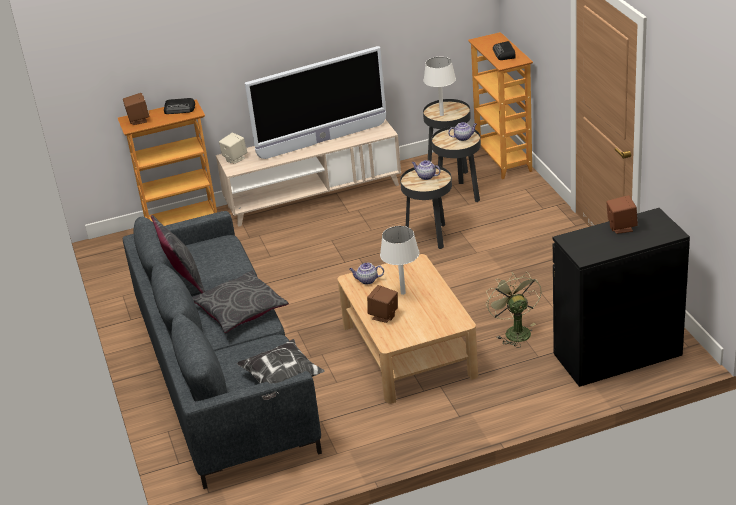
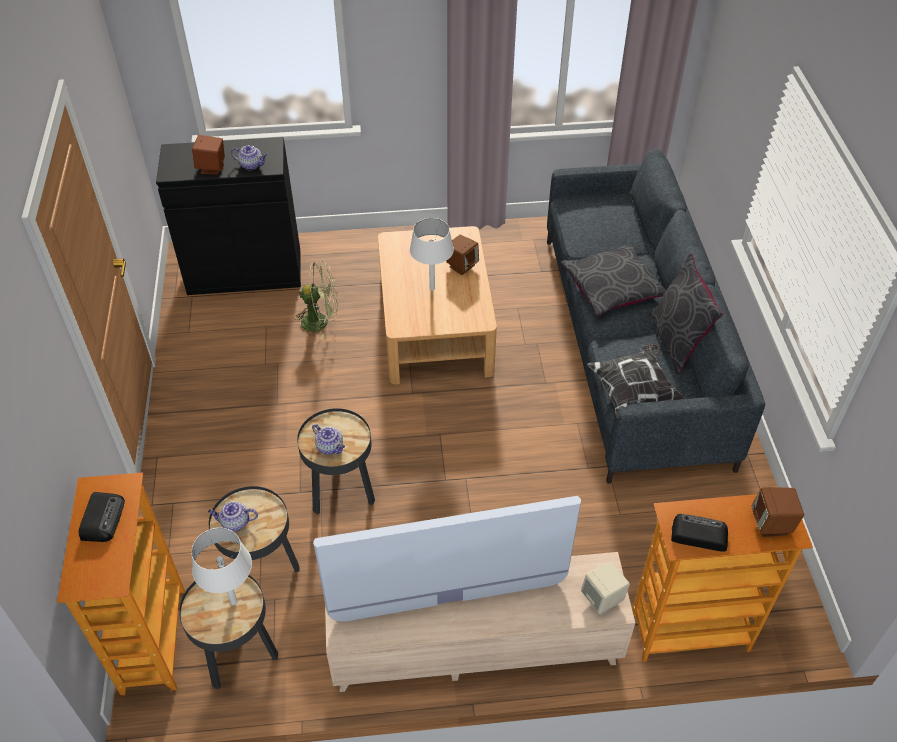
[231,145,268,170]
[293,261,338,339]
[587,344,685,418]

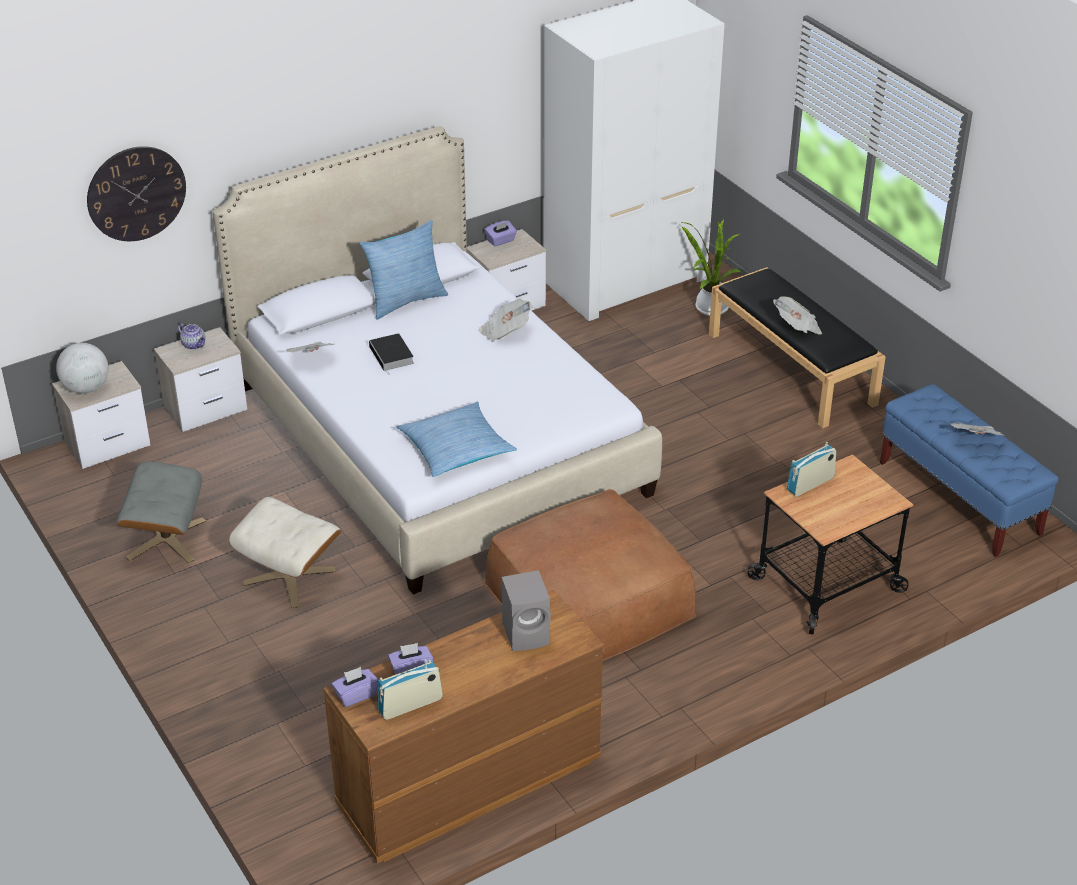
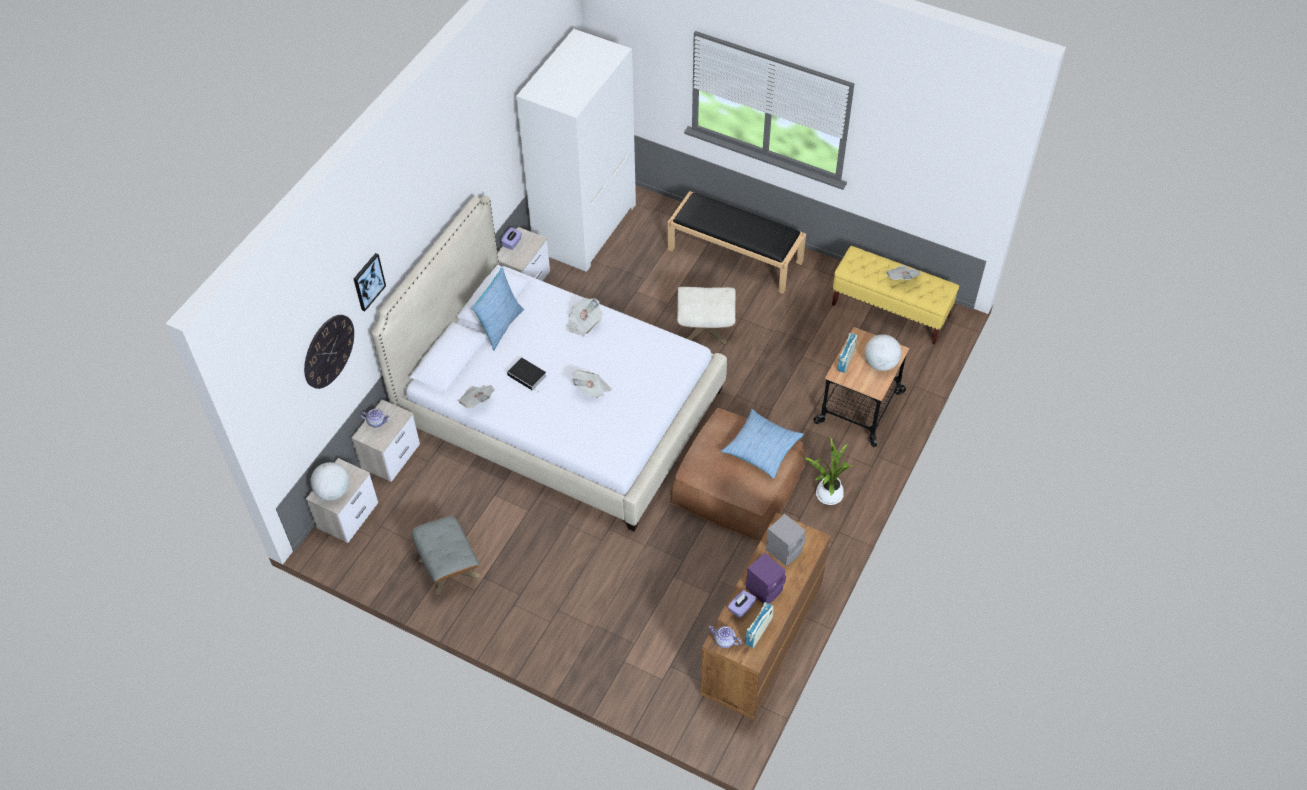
[354,253,386,311]
[571,370,612,398]
[677,287,736,345]
[709,626,742,648]
[721,409,804,479]
[746,553,786,604]
[804,436,854,505]
[832,246,959,344]
[865,334,902,371]

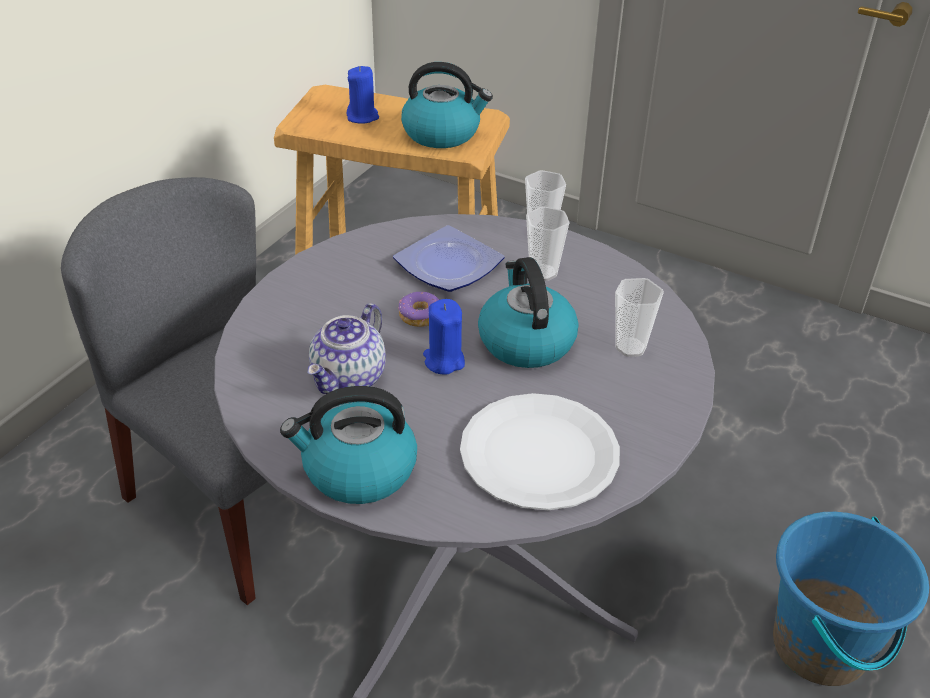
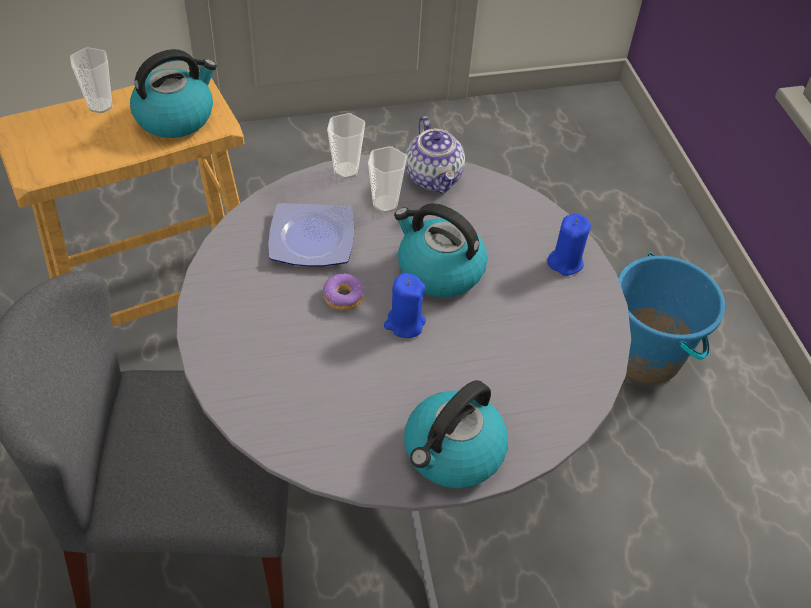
[70,47,113,113]
[405,116,465,194]
[547,213,591,276]
[460,393,620,510] (first image)

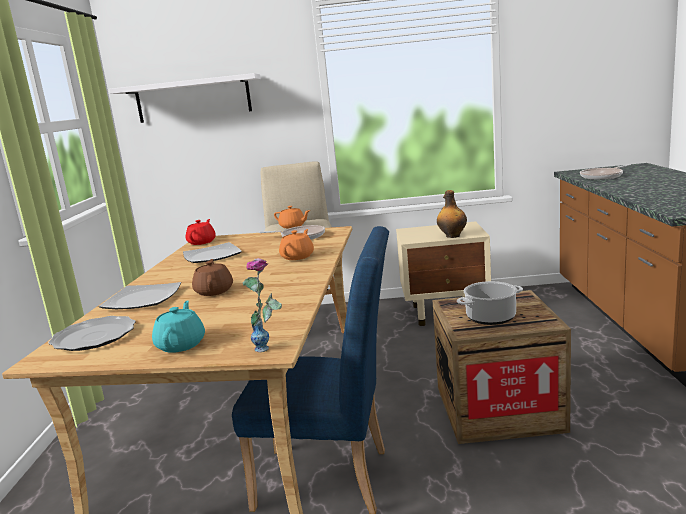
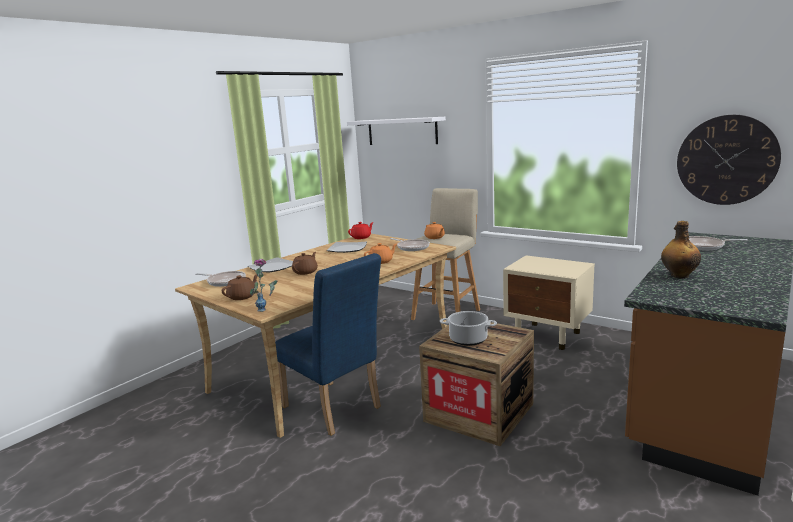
[195,271,246,287]
[222,274,257,300]
[661,221,701,278]
[677,115,781,205]

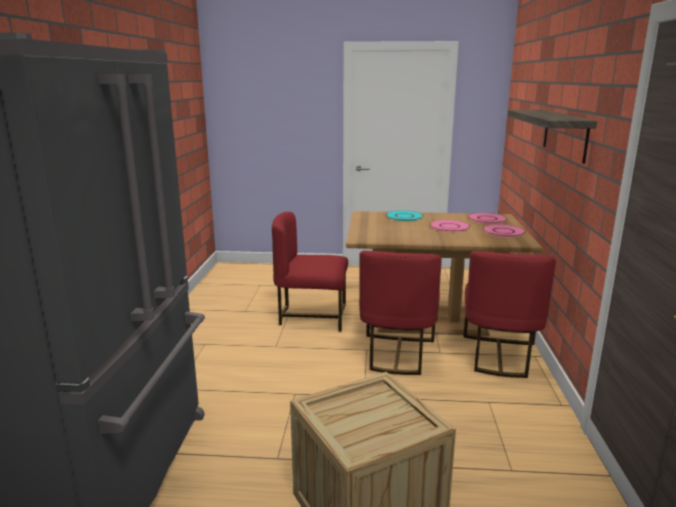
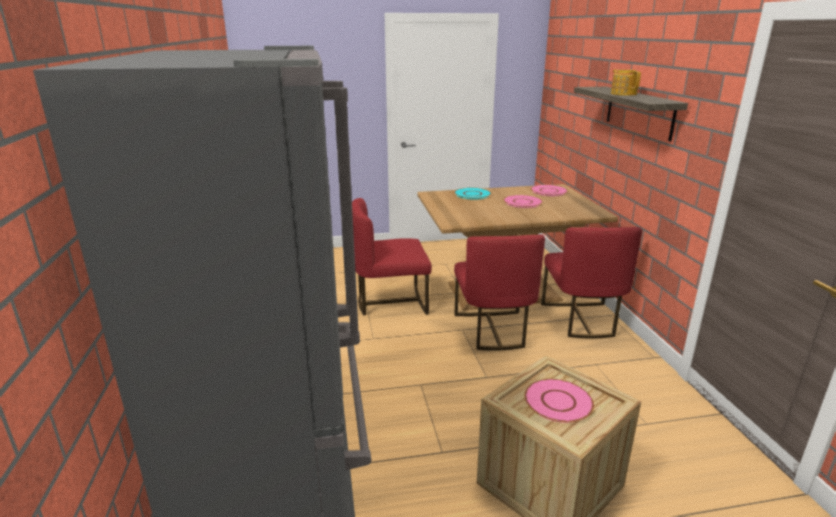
[524,379,594,423]
[611,69,641,96]

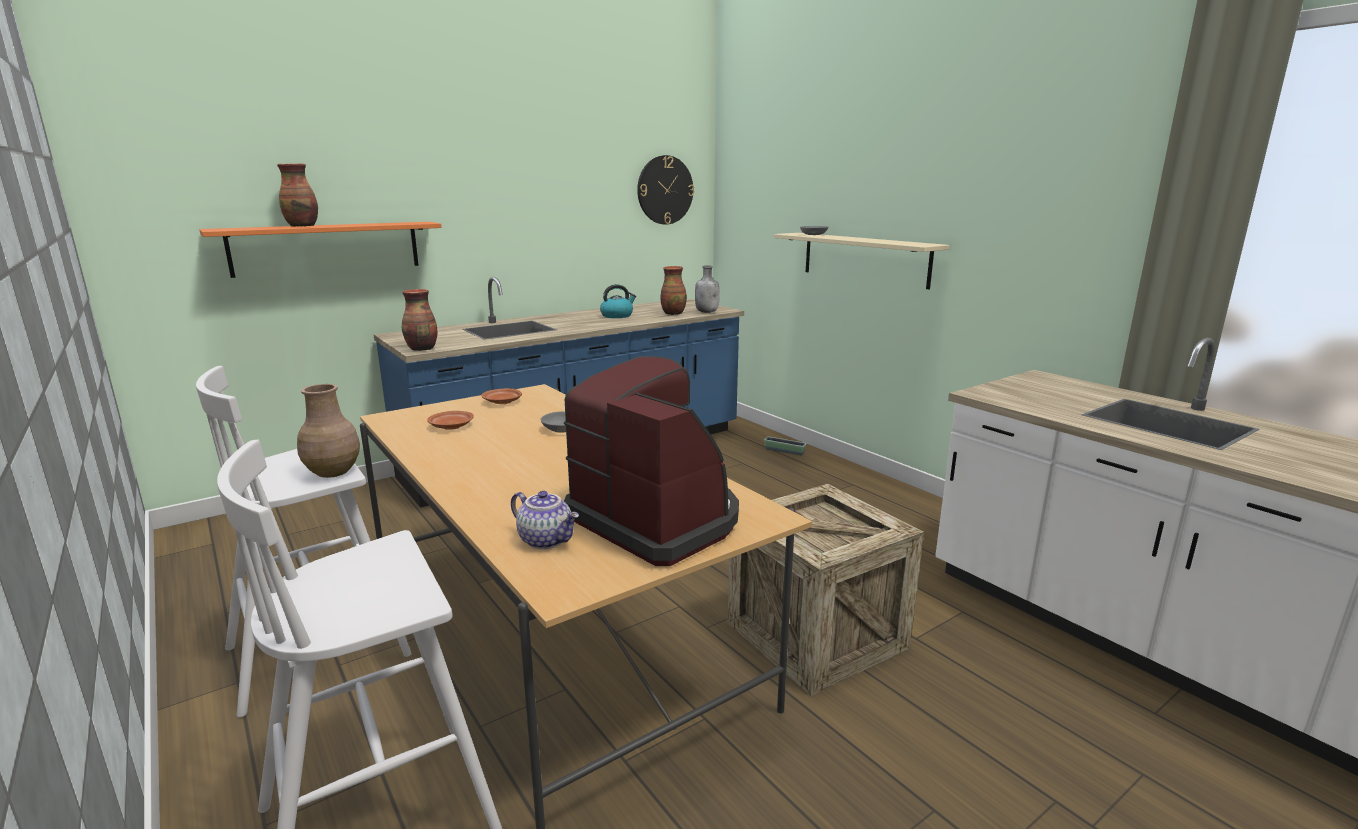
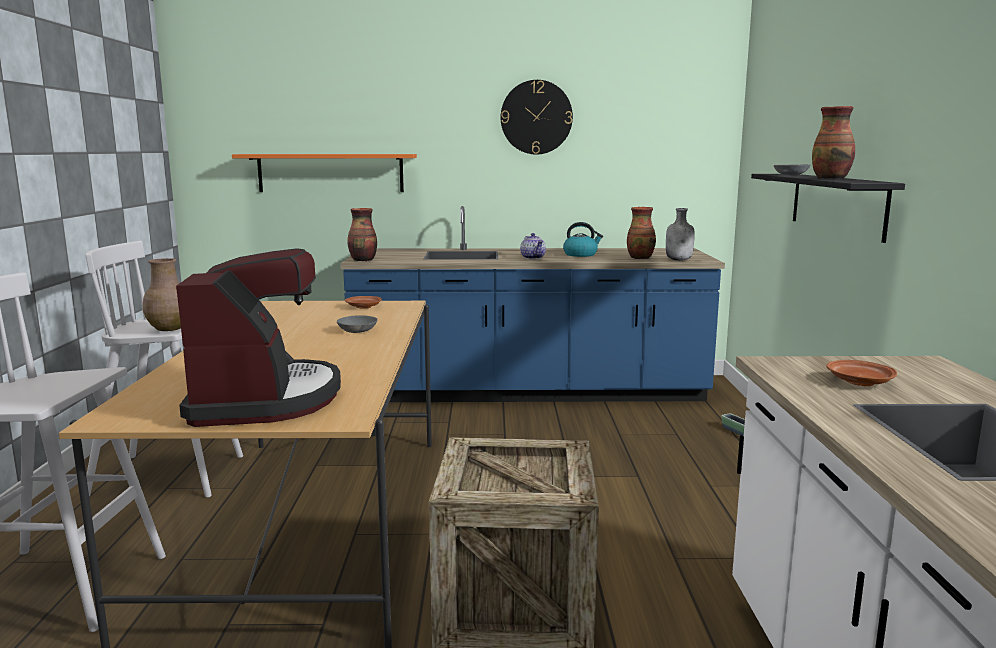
[501,80,573,155]
[520,233,546,259]
[751,174,905,243]
[812,106,855,179]
[827,360,897,386]

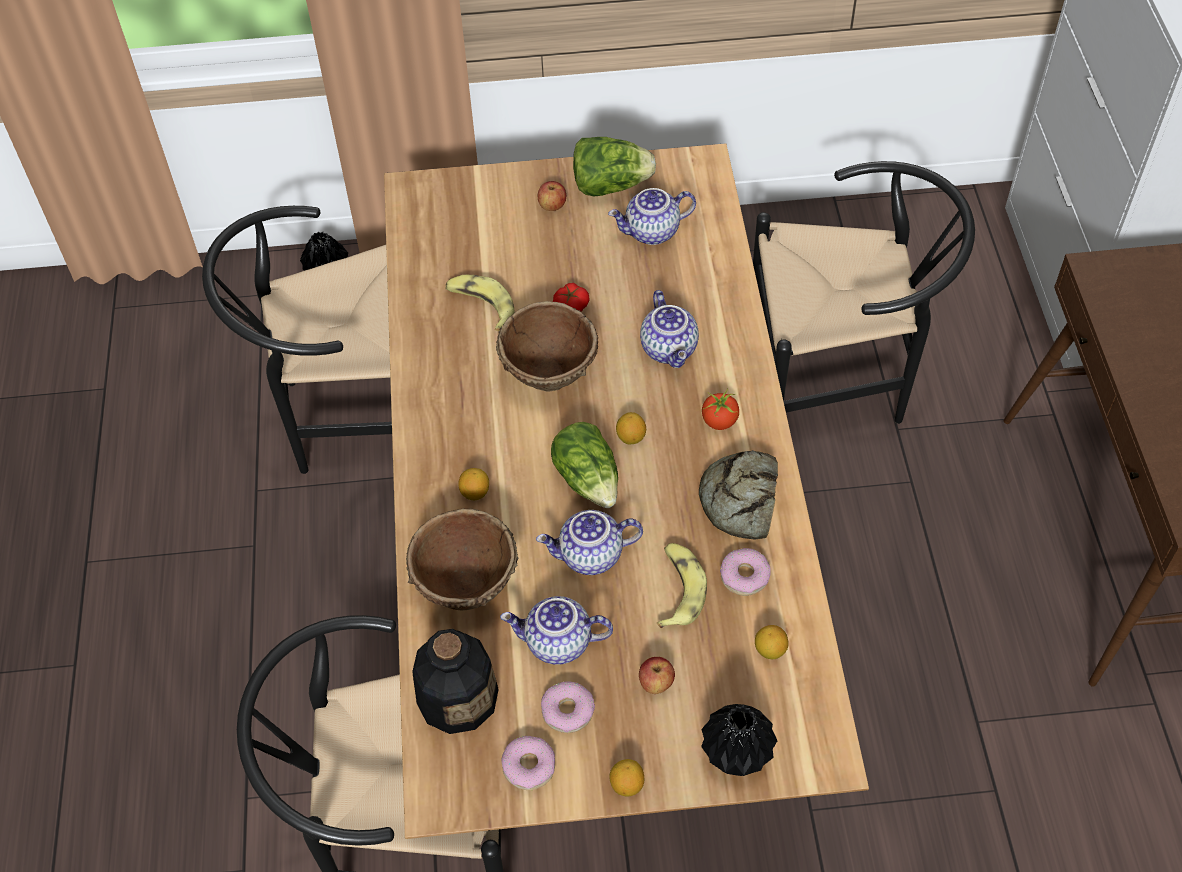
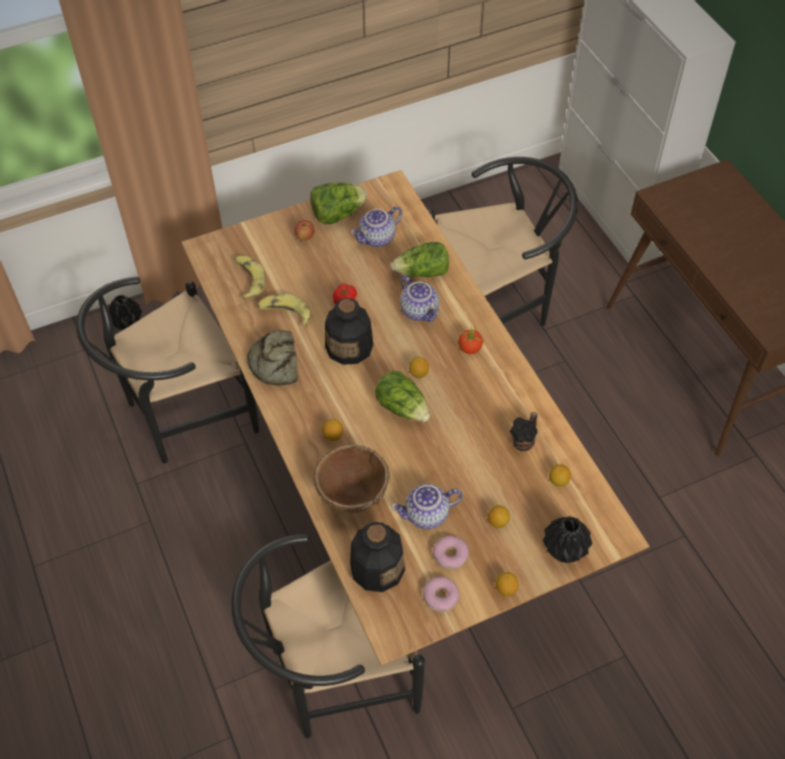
[235,256,266,300]
[247,330,298,385]
[325,298,373,365]
[390,242,449,277]
[488,505,510,528]
[510,412,538,451]
[536,510,643,575] (first image)

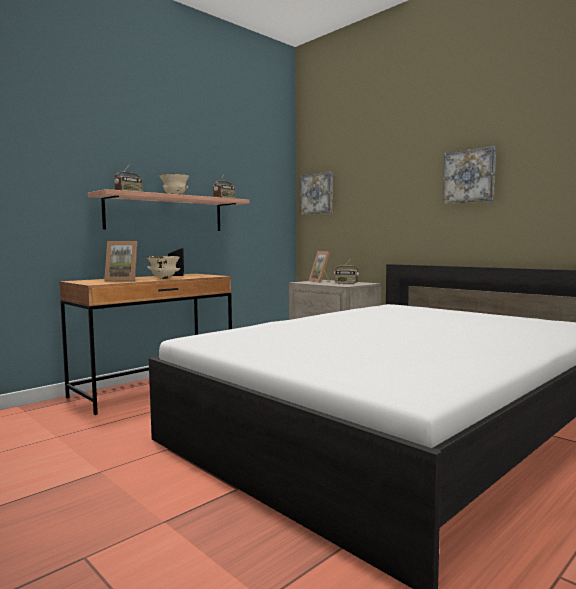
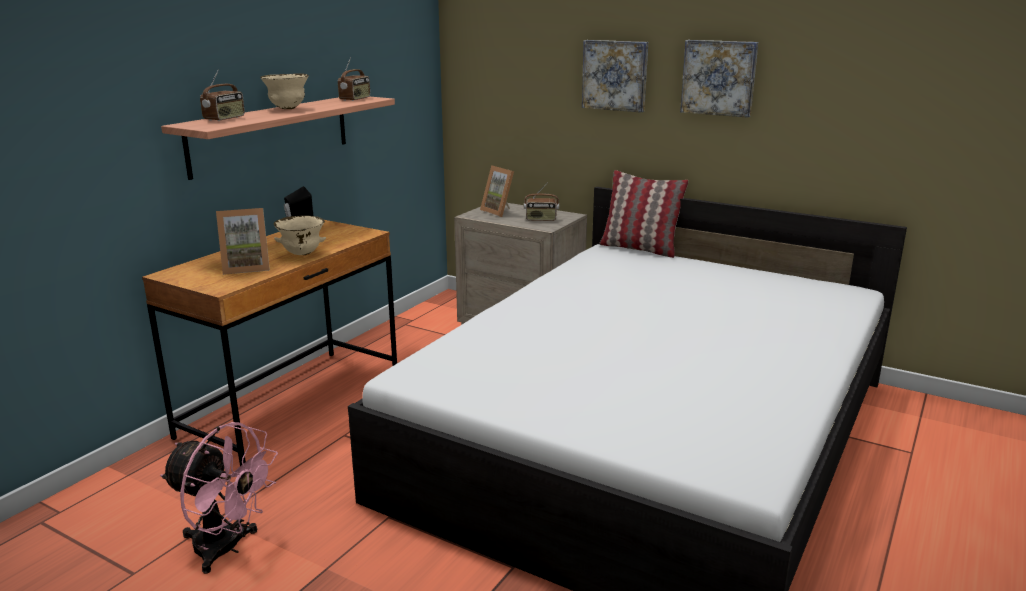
[160,422,278,574]
[582,40,648,113]
[599,170,688,258]

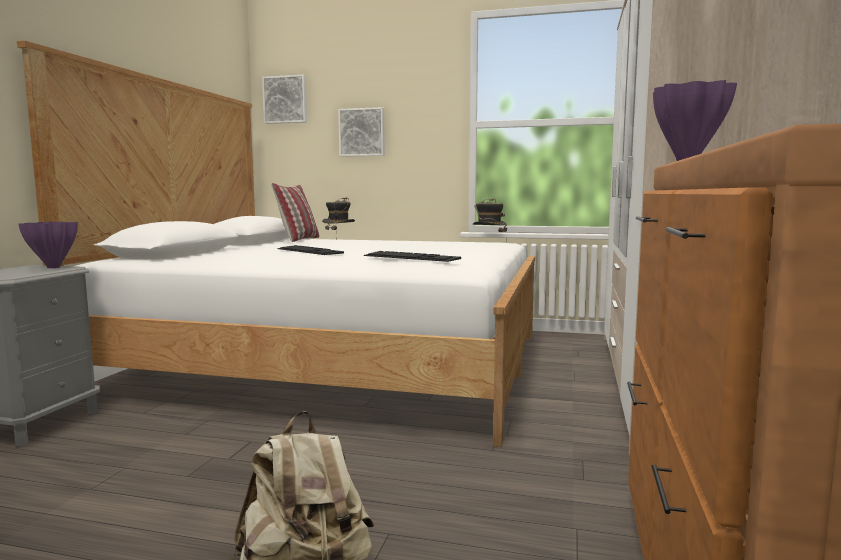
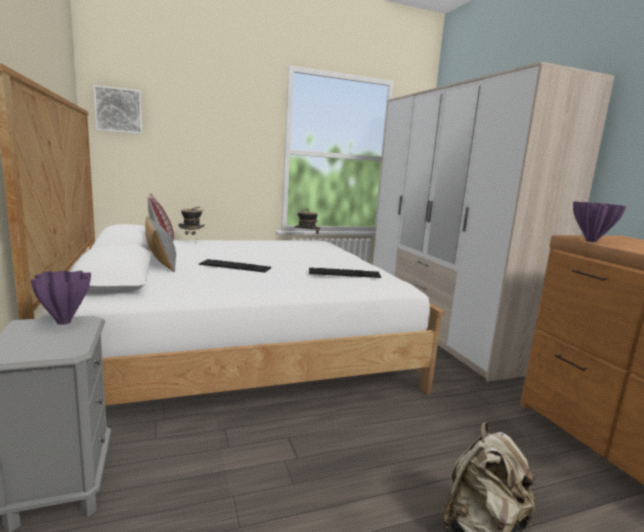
[145,216,176,272]
[338,107,385,157] (first image)

